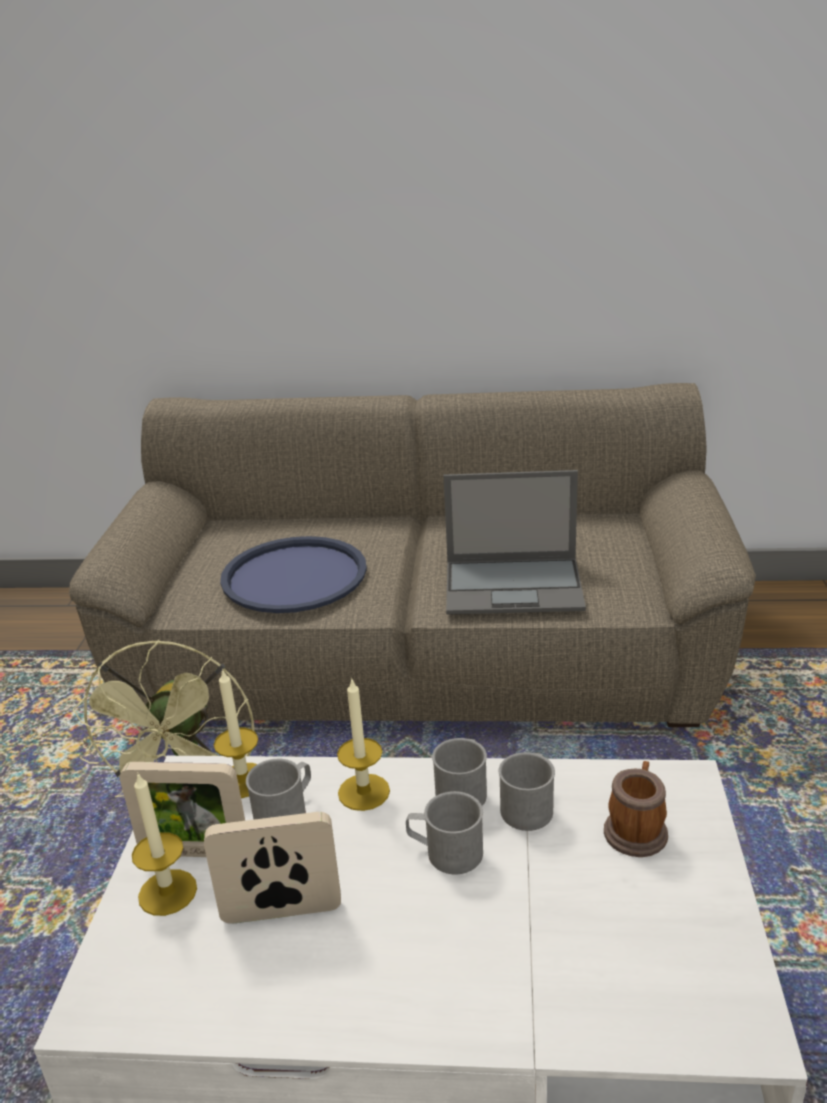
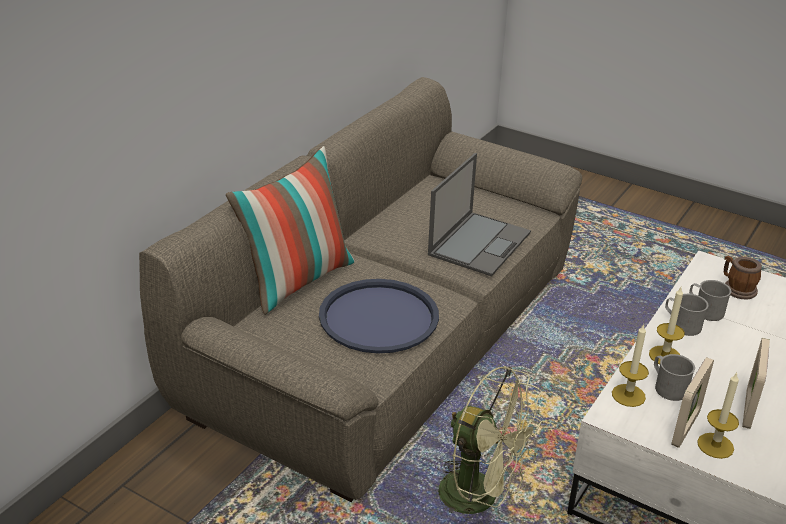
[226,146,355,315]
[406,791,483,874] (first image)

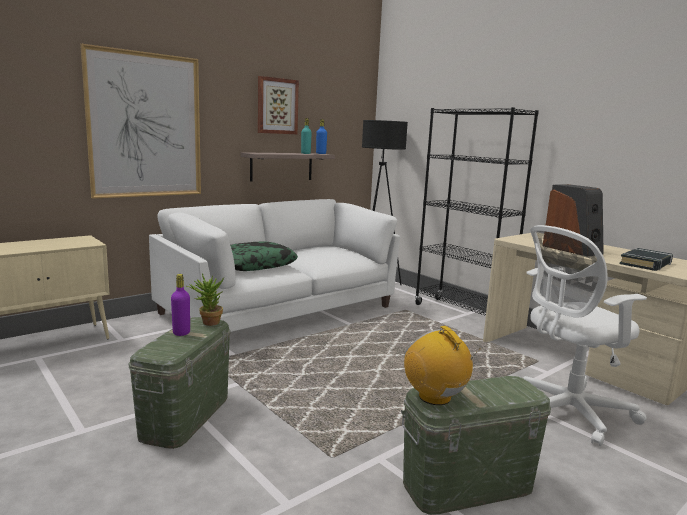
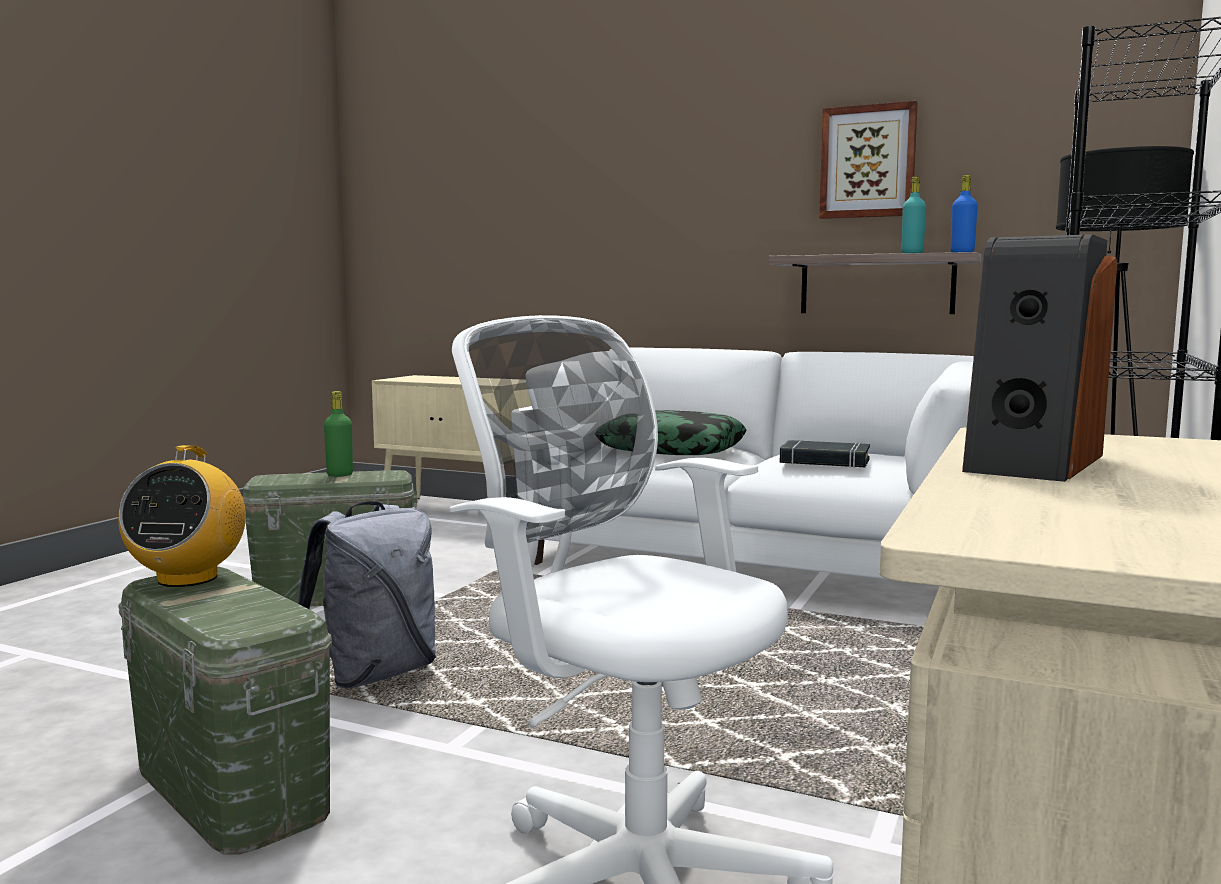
[118,445,246,587]
[298,501,436,688]
[324,391,353,477]
[780,440,870,468]
[80,44,201,199] (first image)
[187,274,224,326] (first image)

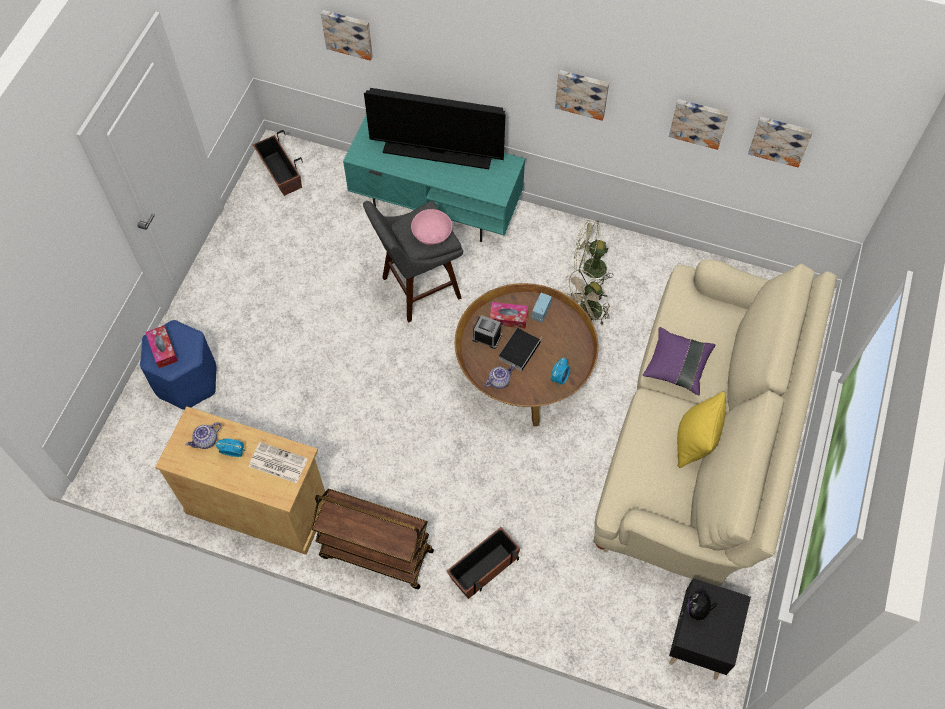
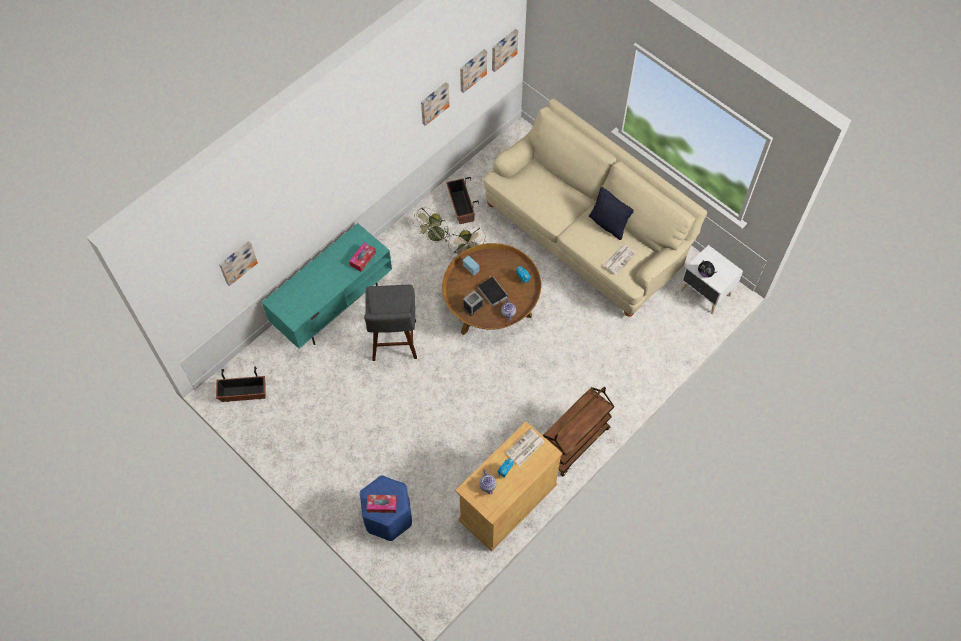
[349,243,376,271]
[446,177,479,224]
[492,29,518,72]
[589,187,634,240]
[603,245,636,275]
[681,245,743,314]
[364,88,505,169] (first image)
[411,209,452,245] (first image)
[642,327,715,395] (first image)

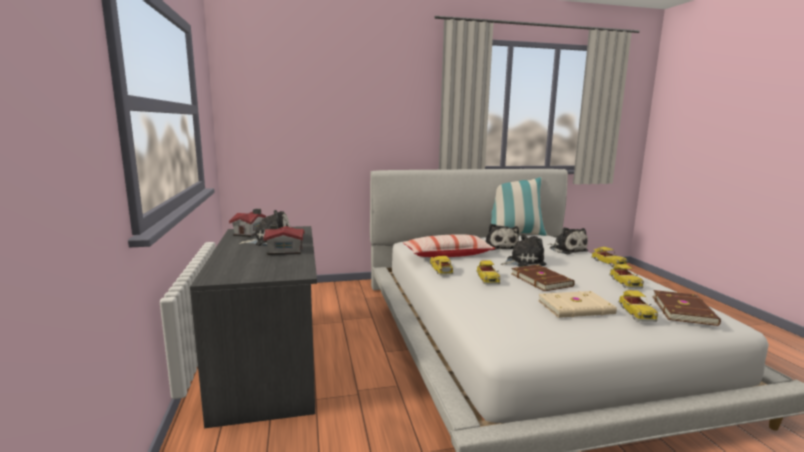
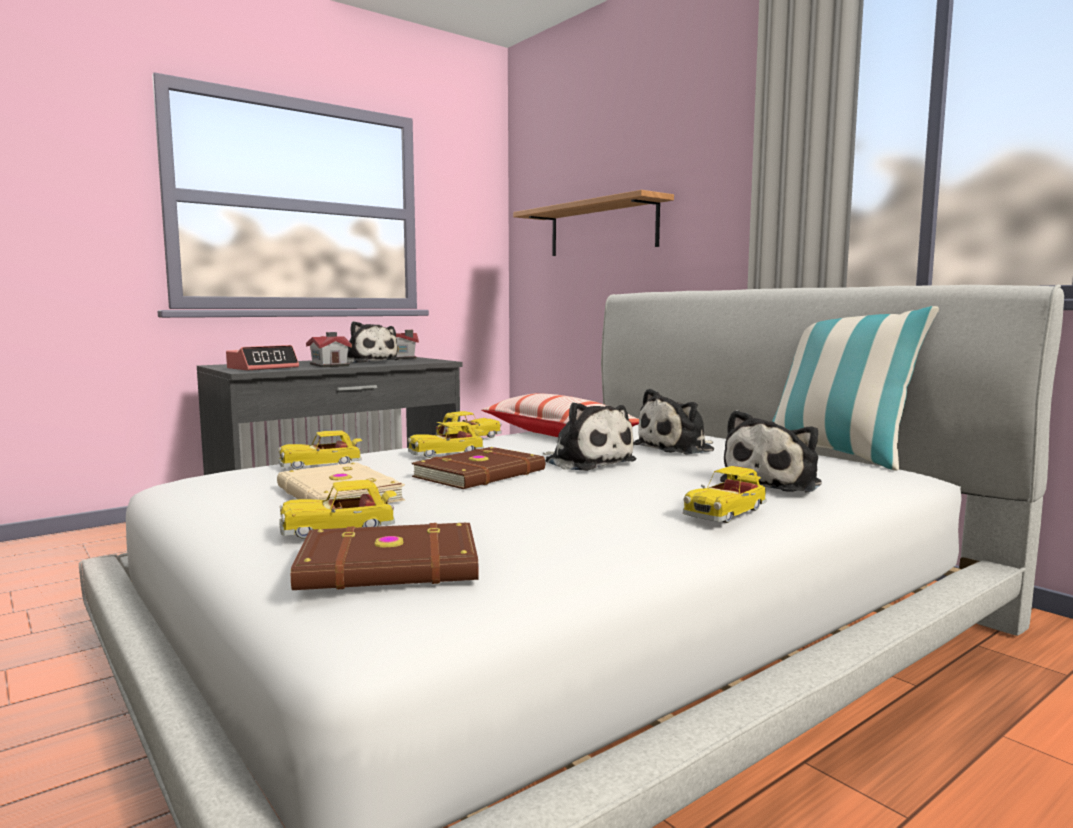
[226,345,299,371]
[278,430,362,470]
[513,190,674,256]

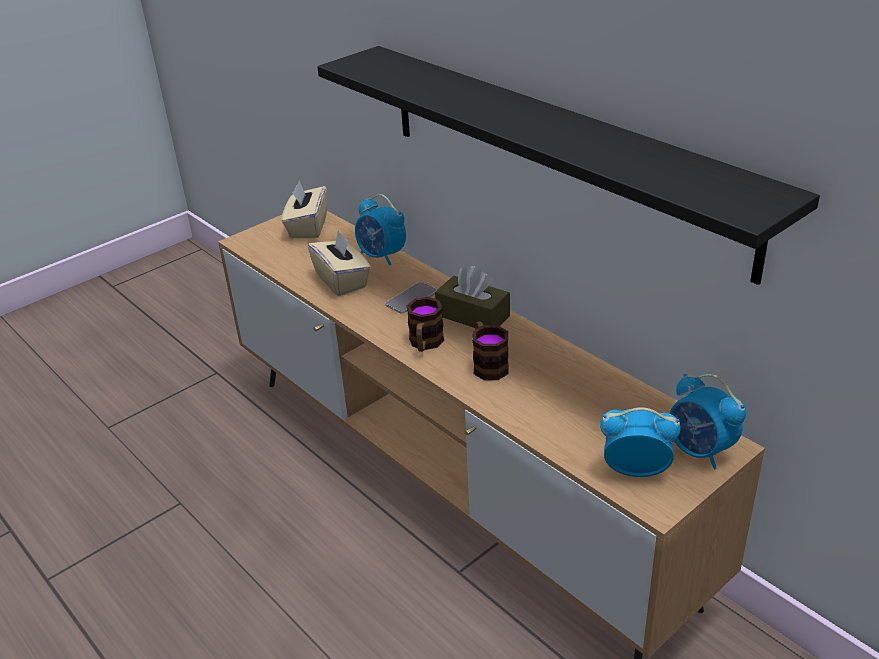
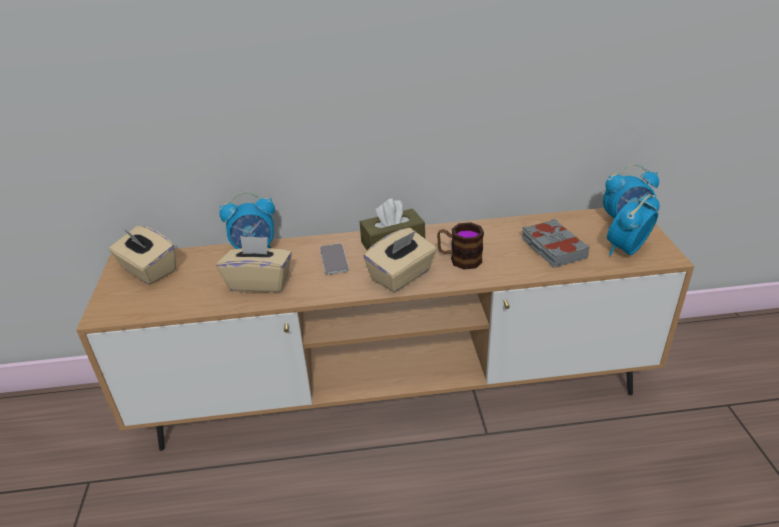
[364,228,437,292]
[522,218,590,268]
[317,46,820,285] (first image)

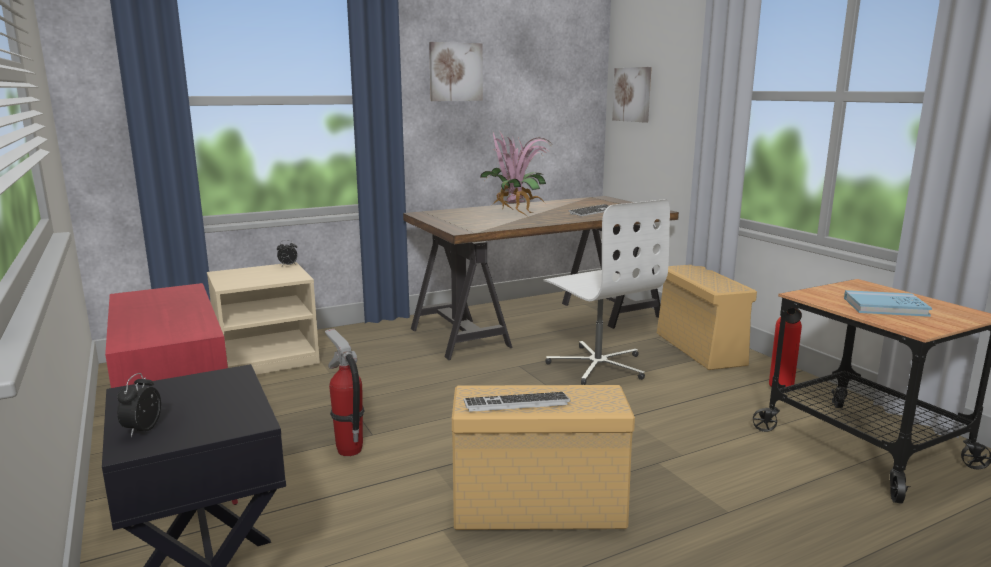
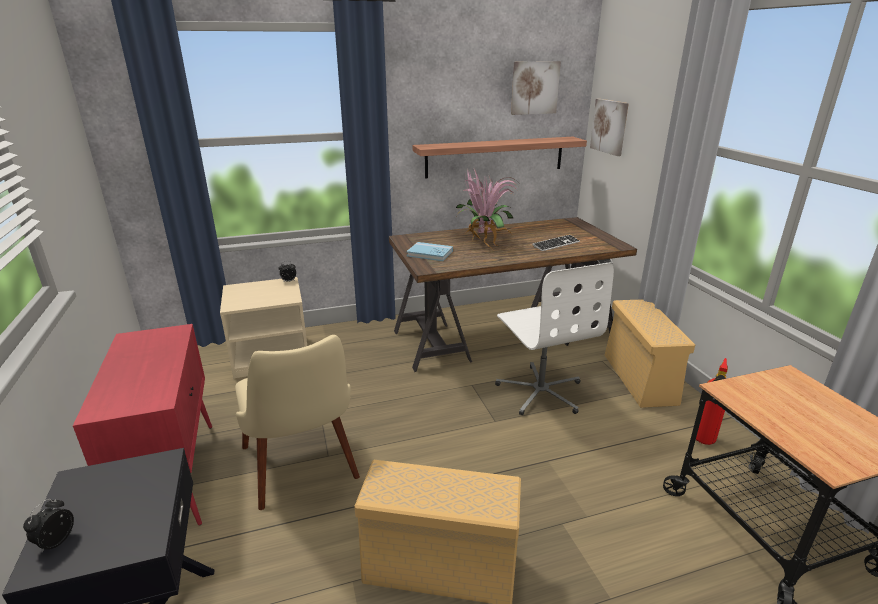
[235,335,360,510]
[406,242,453,261]
[413,137,587,178]
[511,61,561,115]
[464,392,571,412] (first image)

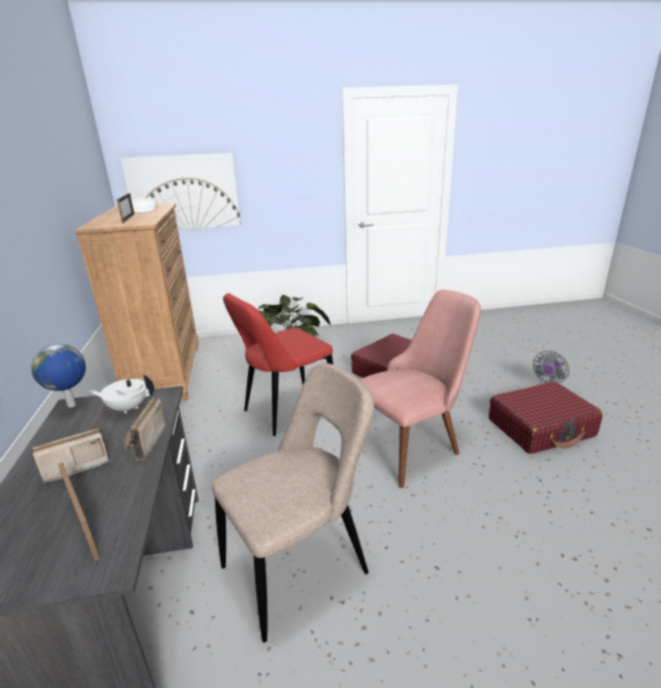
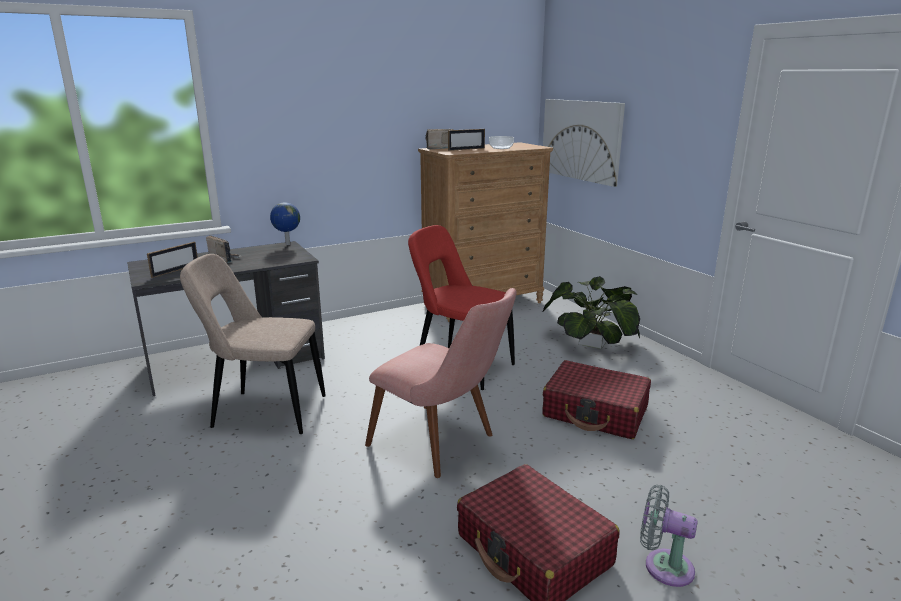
[180,254,326,434]
[426,129,453,149]
[89,375,154,414] (first image)

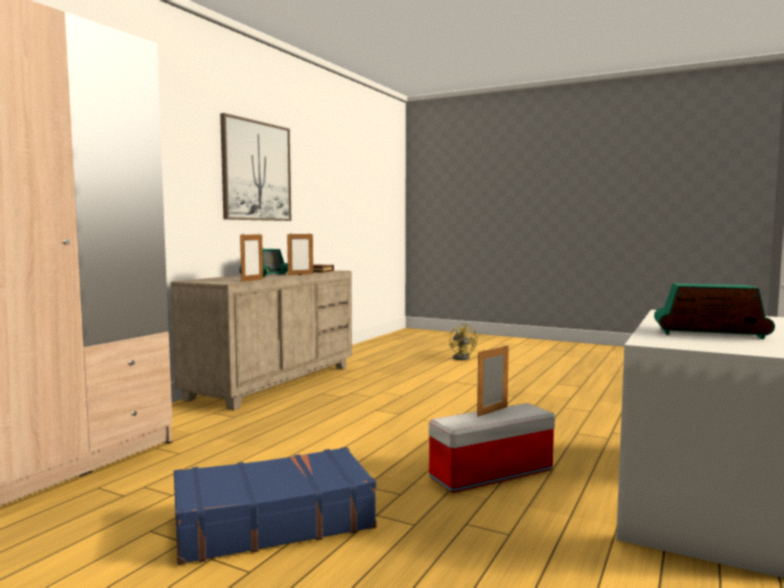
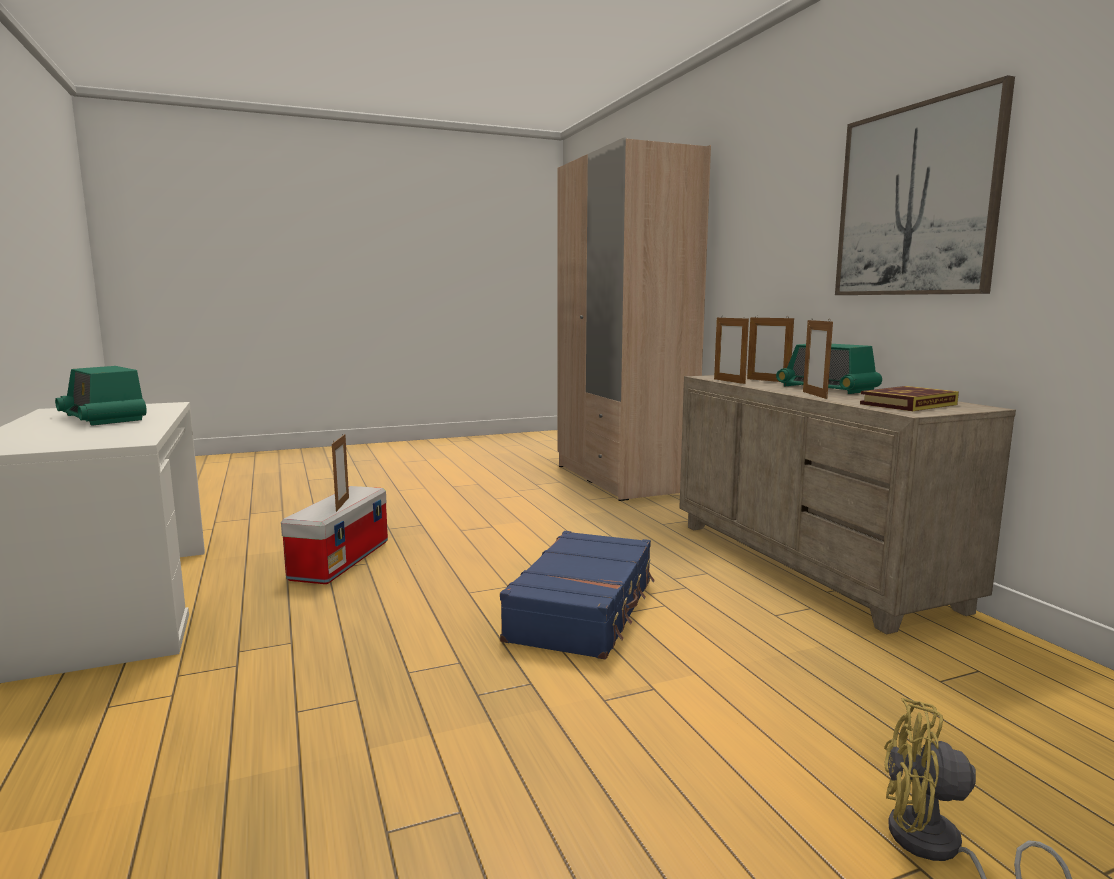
[55,366,147,426]
[500,531,655,659]
[747,315,794,382]

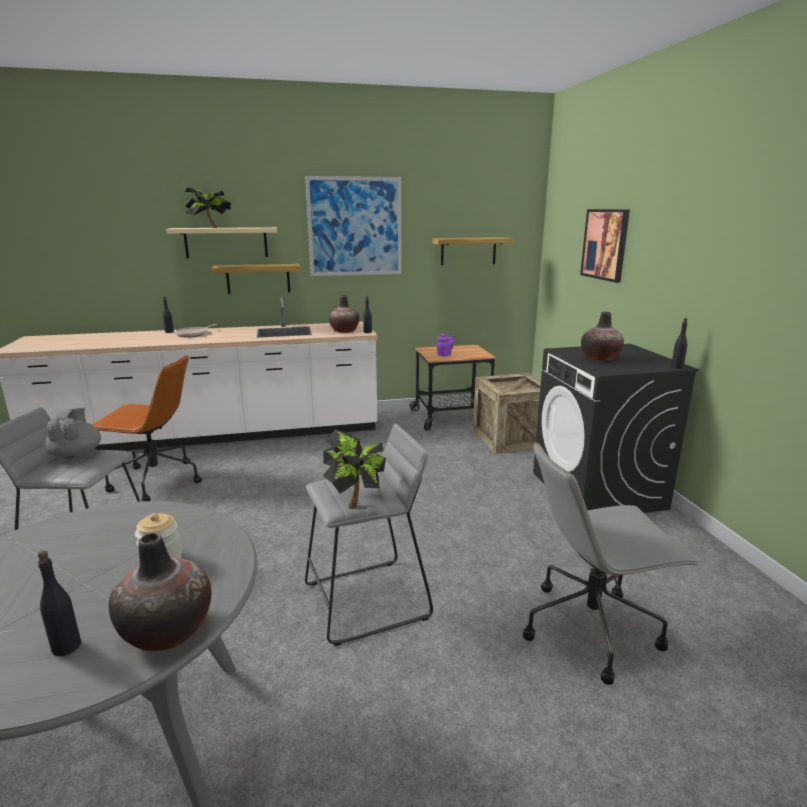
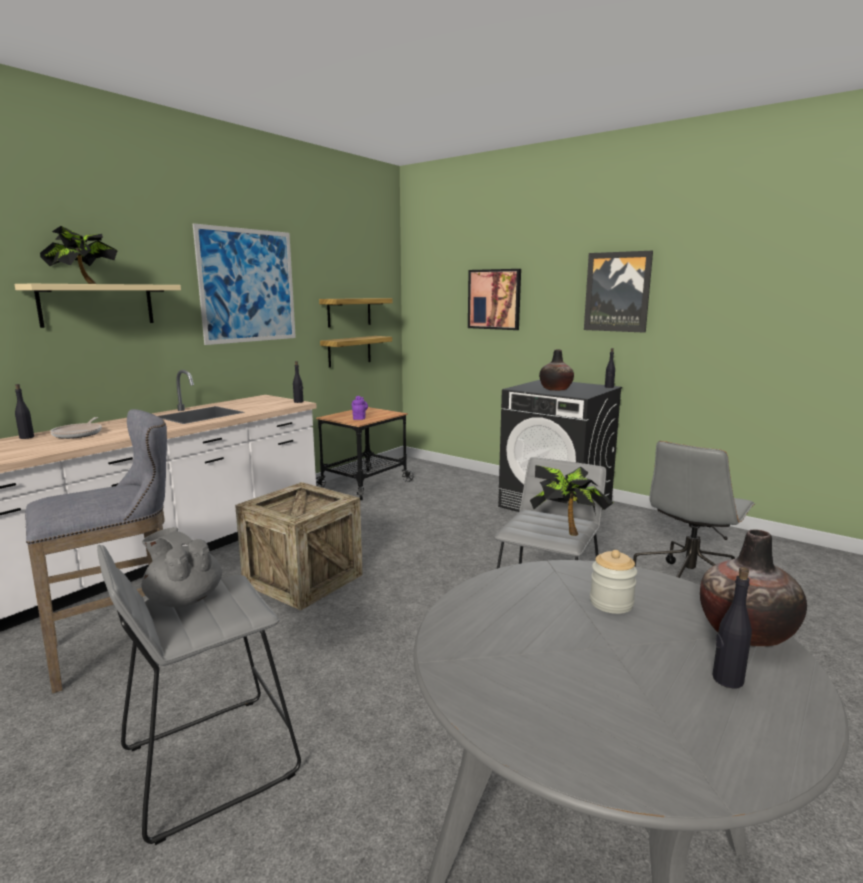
[25,409,167,694]
[235,482,363,610]
[320,336,392,368]
[584,251,653,333]
[329,295,359,333] (first image)

